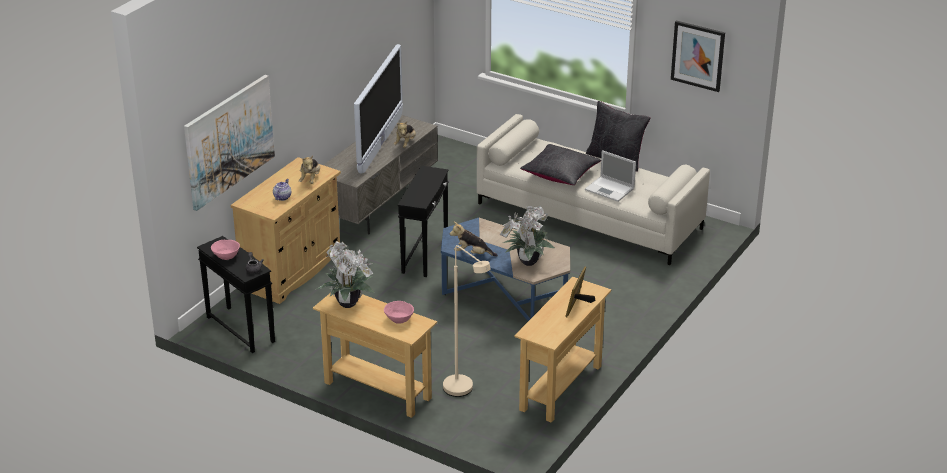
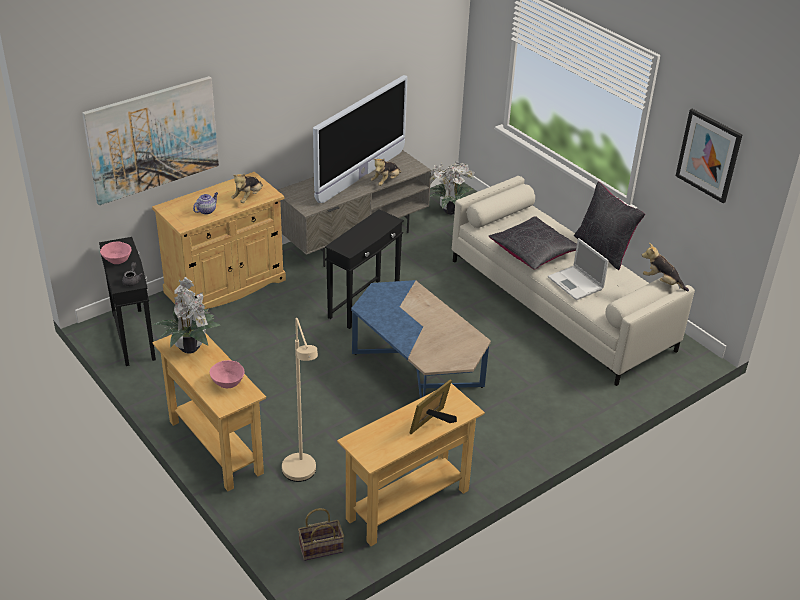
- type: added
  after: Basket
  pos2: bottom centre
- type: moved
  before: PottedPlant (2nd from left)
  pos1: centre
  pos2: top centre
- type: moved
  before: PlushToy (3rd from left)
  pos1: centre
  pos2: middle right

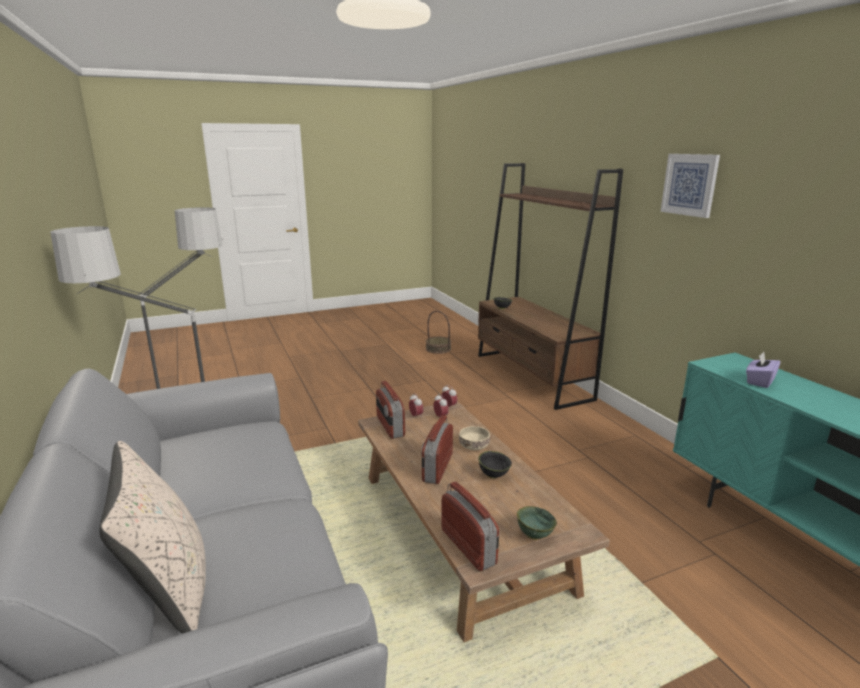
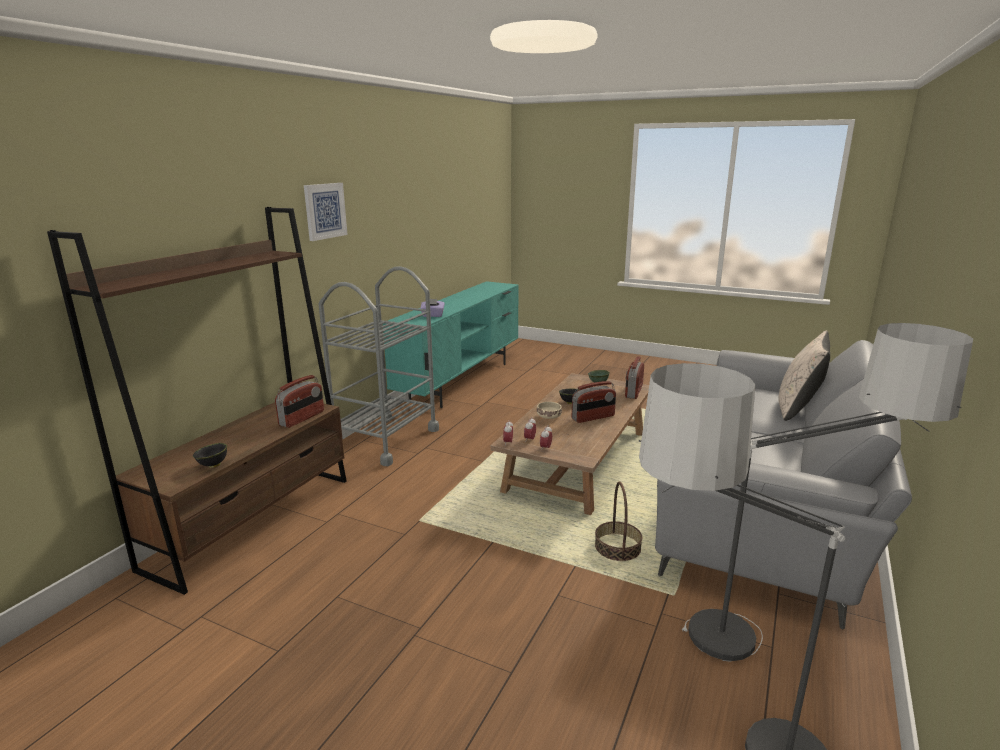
- type: moved
  before: Radio (1st from left)
  pos1: centre
  pos2: middle left
- type: added
  after: GreyCart
  pos2: centre
- type: moved
  before: Basket
  pos1: centre
  pos2: bottom centre

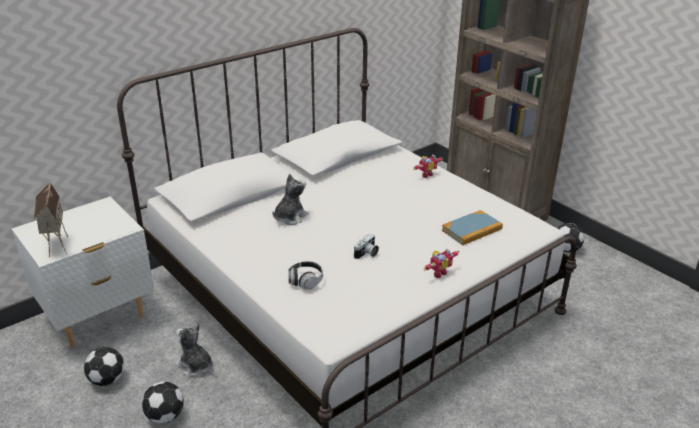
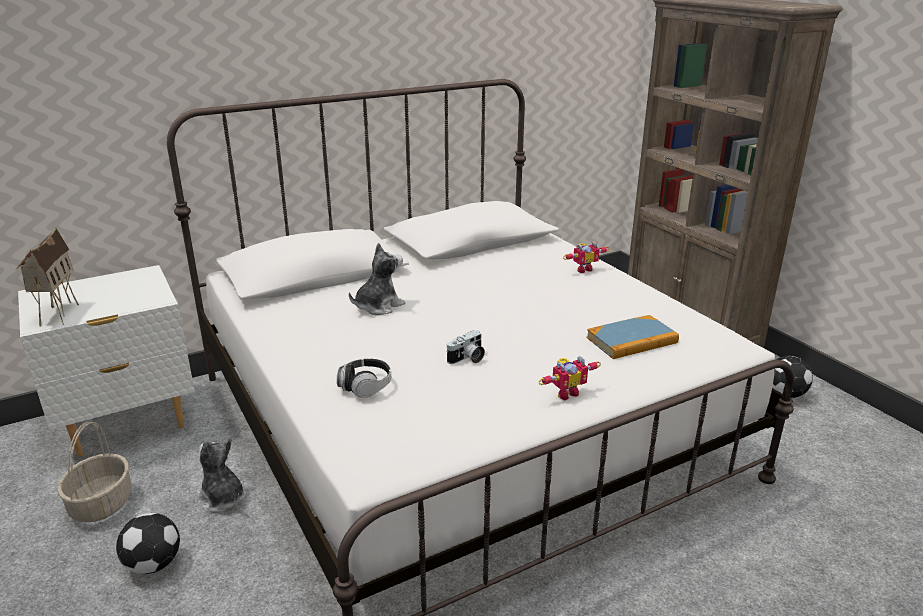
- type: replaced
  before: Football (1st from left)
  after: Basket
  pos1: bottom left
  pos2: bottom left

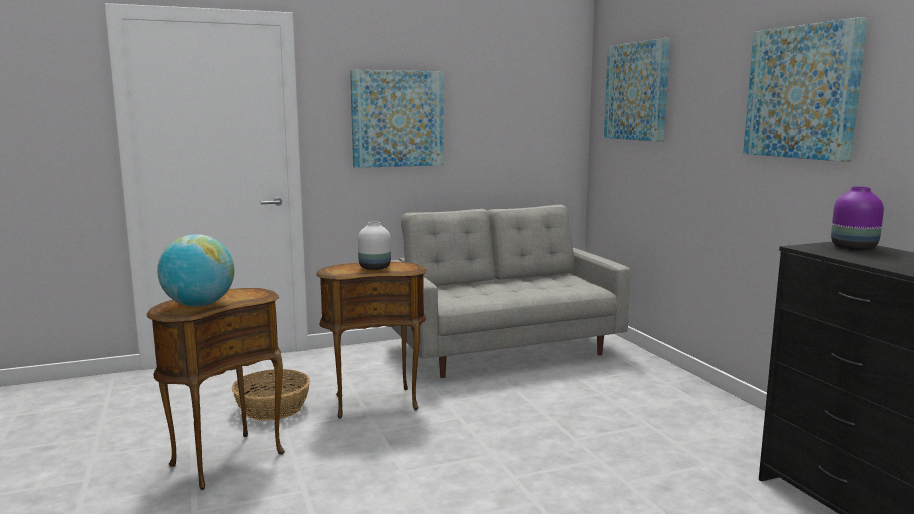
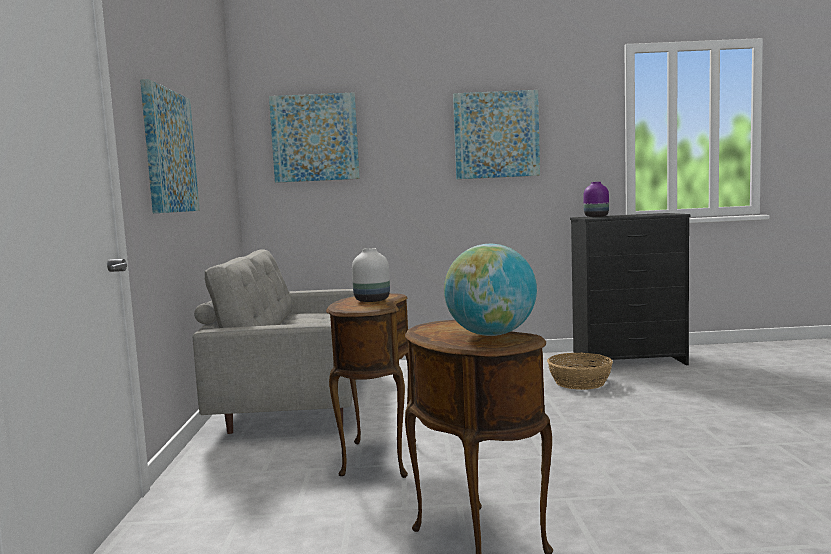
- type: moved
  before: Basket
  pos1: bottom left
  pos2: bottom right

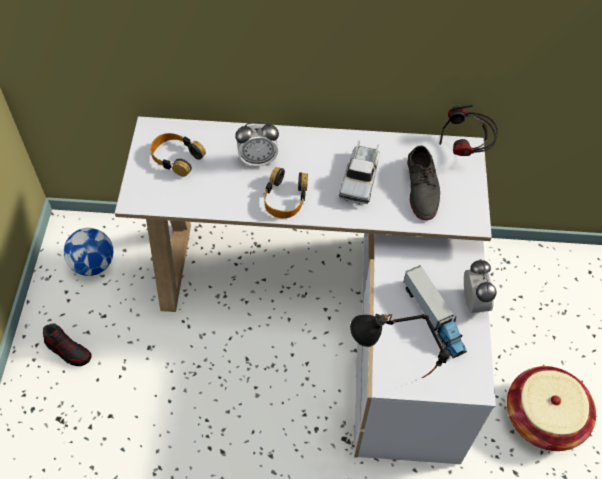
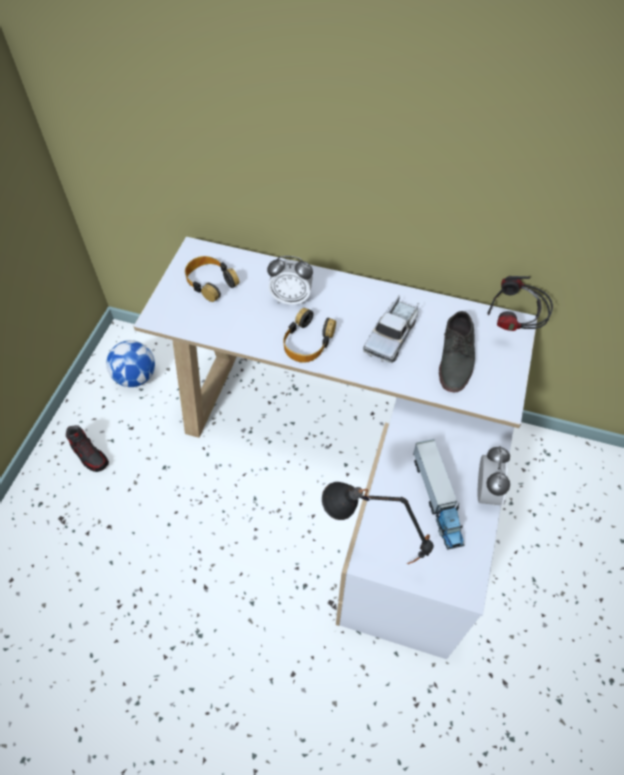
- type: removed
  before: Basket
  pos1: bottom right

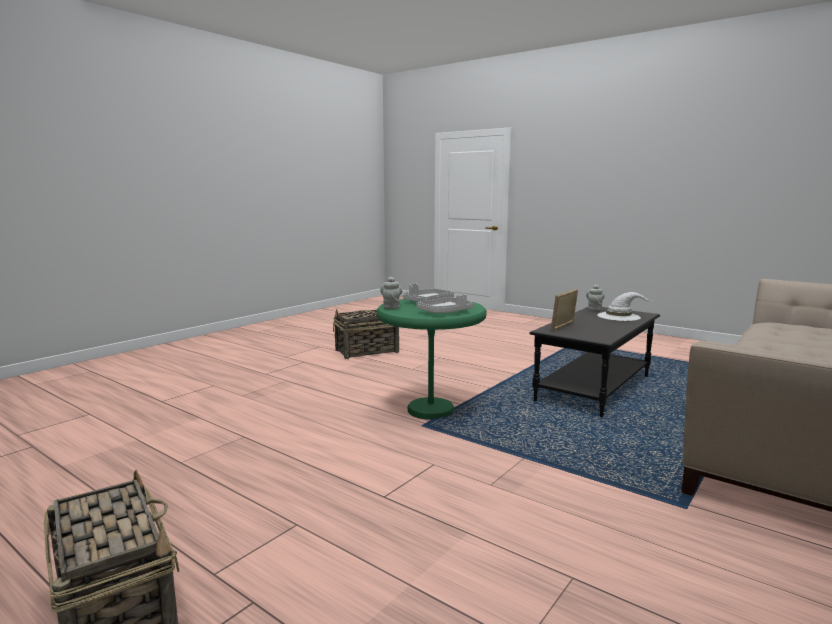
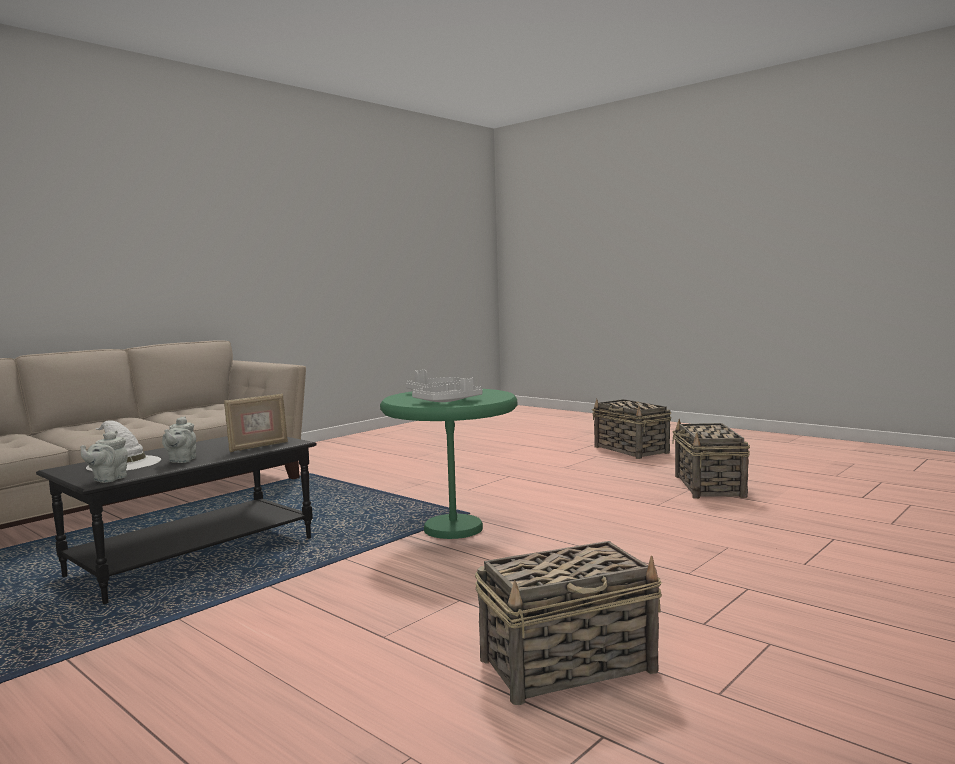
- type: moved
  before: GreyTeapot (1st from left in the first image)
  after: GreyTeapot (2nd from left)
  pos1: centre
  pos2: middle left
- type: added
  after: Basket (3rd from left)
  pos2: middle right

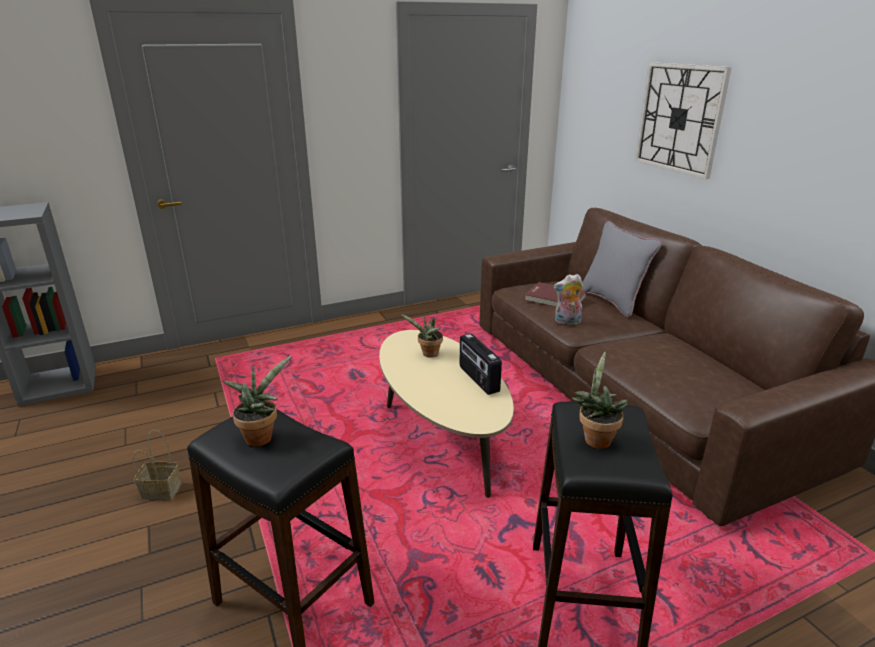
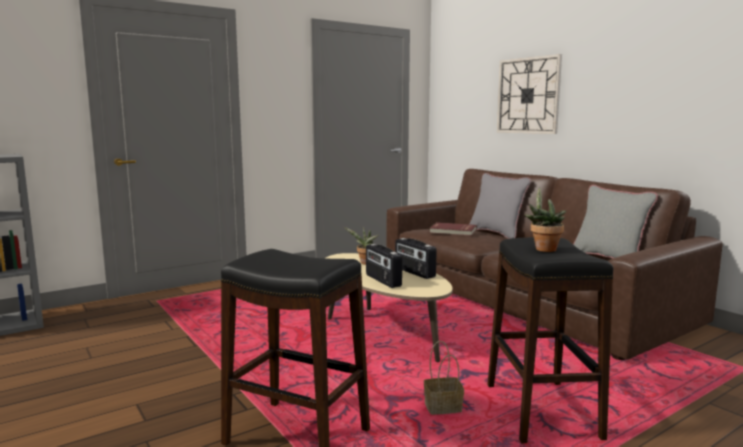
- type: added
  after: Radio (1st from left)
  pos2: centre
- type: moved
  before: Basket
  pos1: bottom left
  pos2: bottom centre
- type: added
  after: GreyPillow (2nd from left)
  pos2: middle right
- type: removed
  before: PottedPlant (1st from left)
  pos1: middle left
- type: removed
  before: PlushToy
  pos1: centre

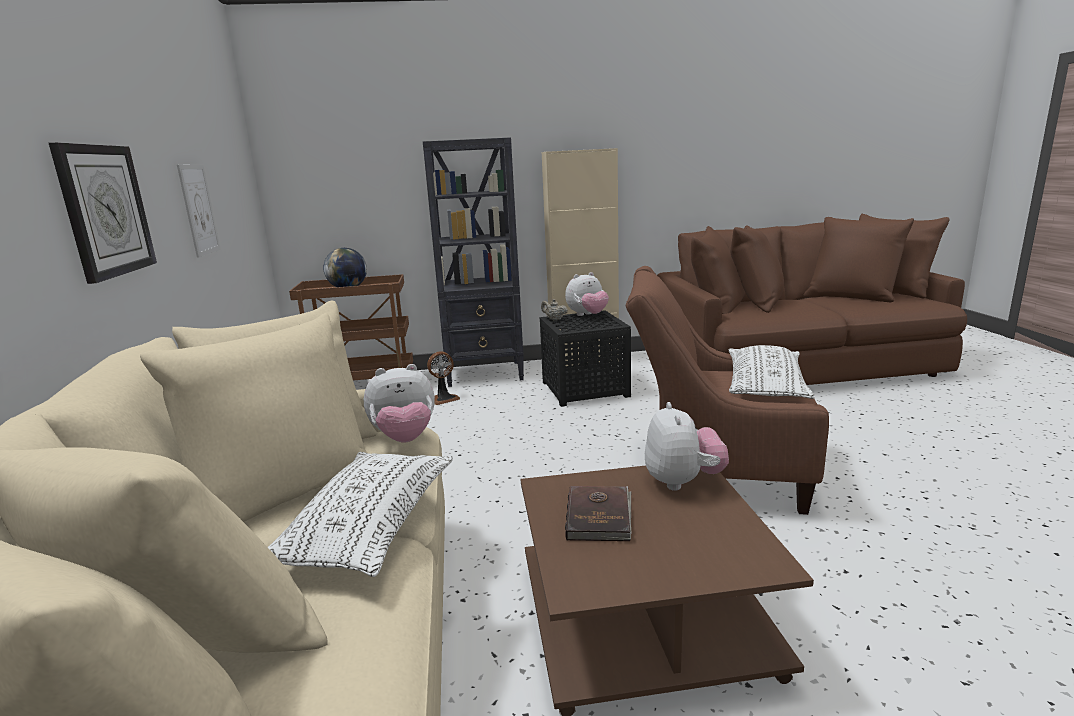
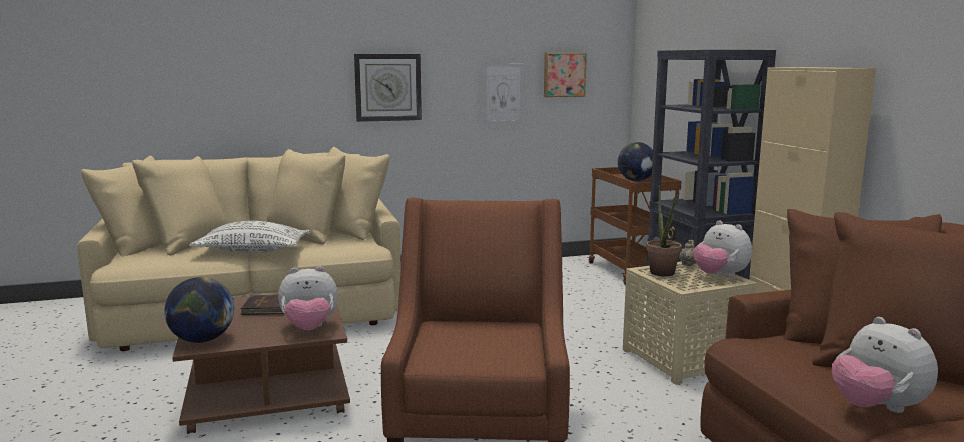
- type: added
  after: Globe (1st from left)
  pos2: bottom left
- type: added
  after: Picture (2nd from left)
  pos2: top centre
- type: recoloured
  before: BlackSideTable
  after: BeigeSideTable
  pos1: centre
  pos2: bottom right
- type: added
  after: PottedPlant
  pos2: middle right
- type: moved
  before: PlushToy (1st from left in the first image)
  after: PlushToy (3rd from left)
  pos1: centre
  pos2: bottom right
- type: removed
  before: Fan
  pos1: centre
- type: removed
  before: WhitePillow (2nd from left)
  pos1: middle right

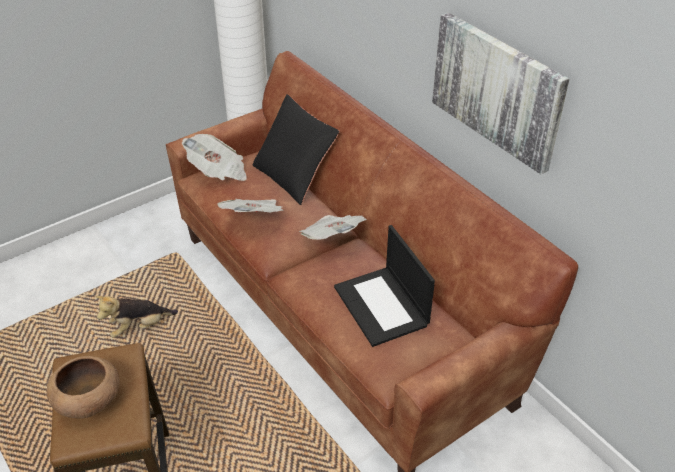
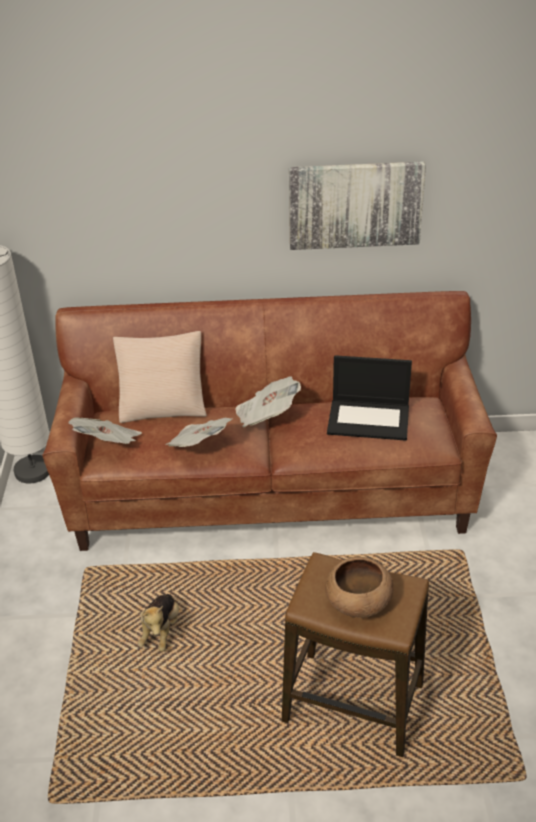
- type: recoloured
  before: BlackPillow
  after: BeigePillow
  pos1: top centre
  pos2: middle left

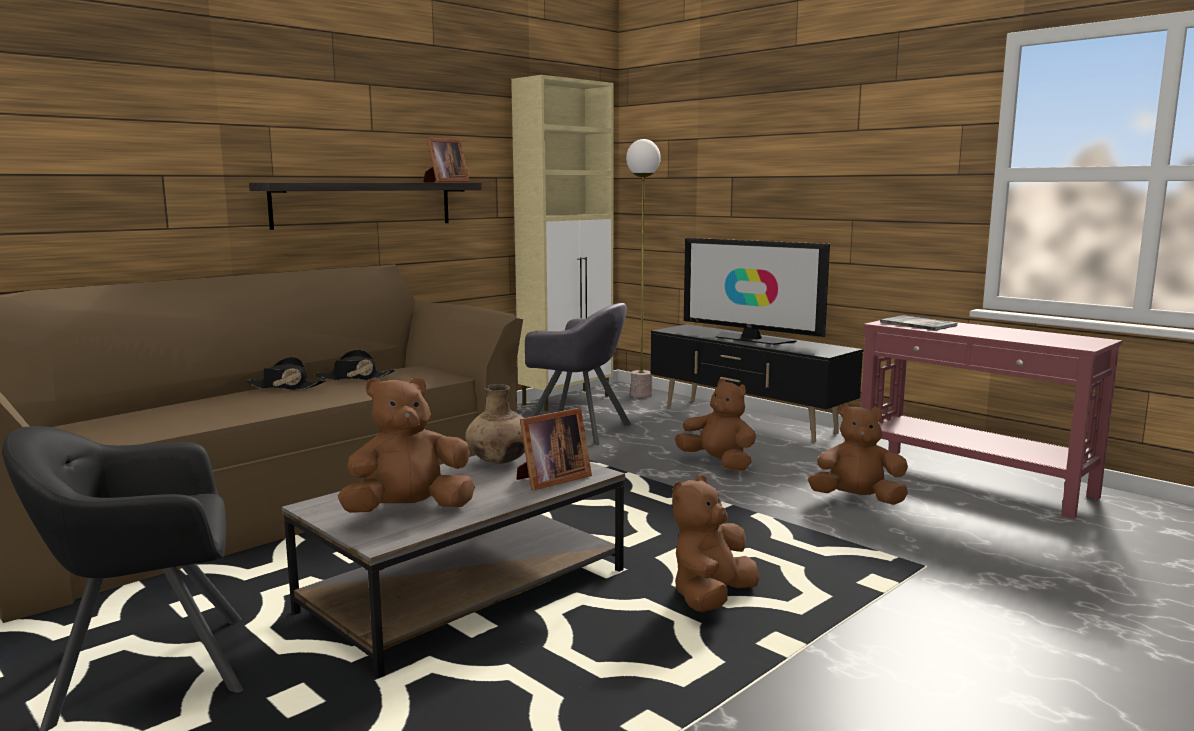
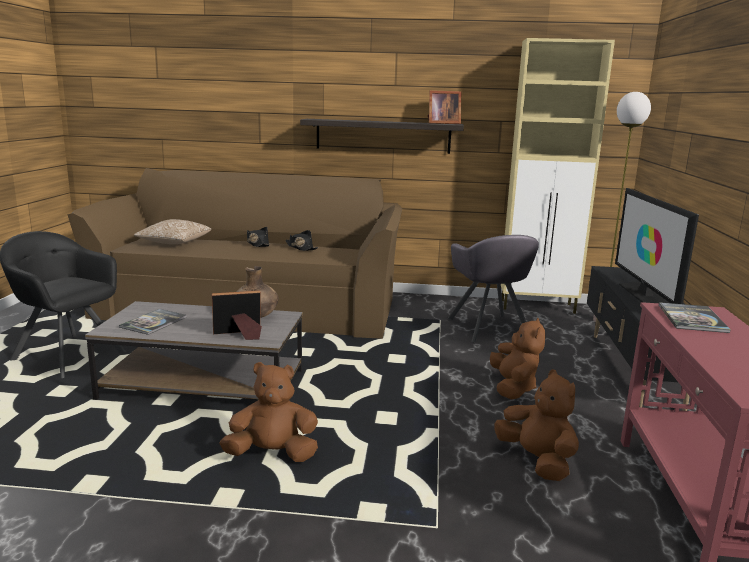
- type: replaced
  before: BrownPlushToy (1st from left)
  after: Book (1st from left)
  pos1: centre
  pos2: middle left
- type: added
  after: Pillow
  pos2: middle left
- type: turned
  before: PictureFrame (2nd from left in the first image)
  pos1: centre
  pos2: middle left
  turn: 150

